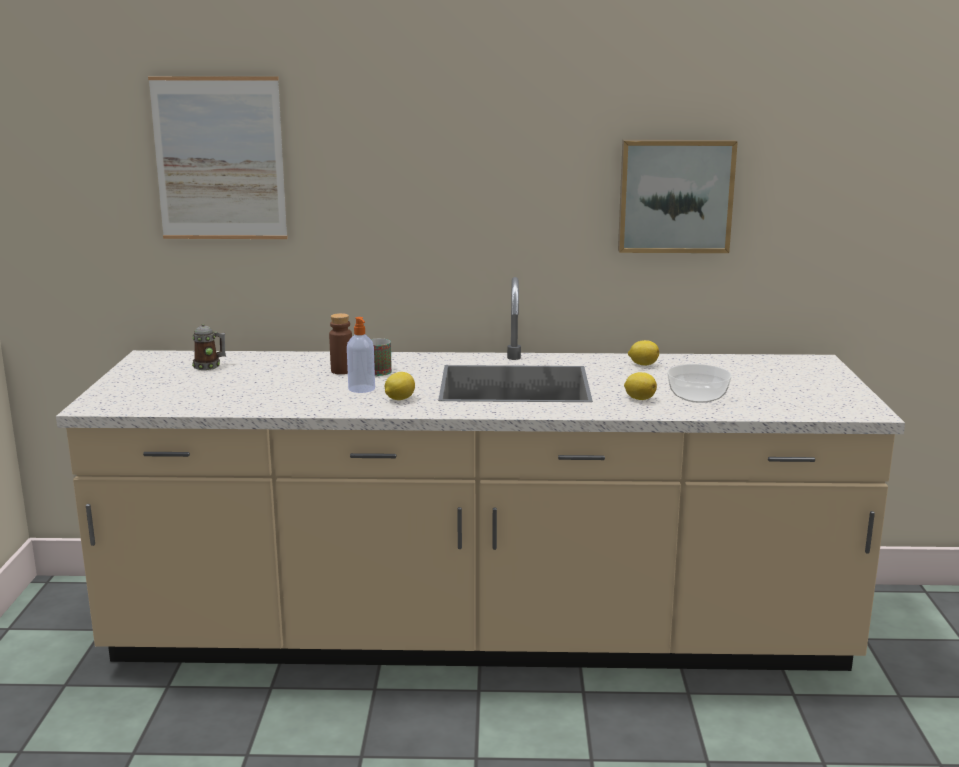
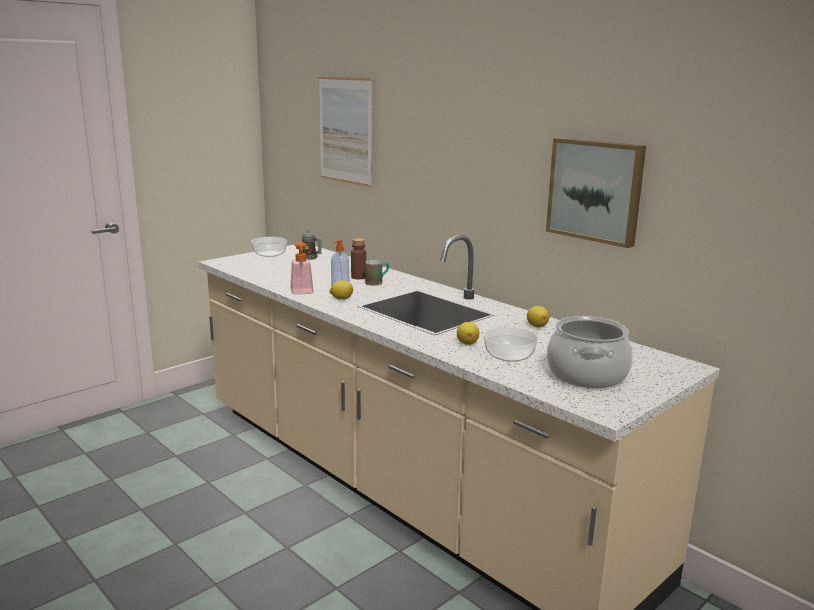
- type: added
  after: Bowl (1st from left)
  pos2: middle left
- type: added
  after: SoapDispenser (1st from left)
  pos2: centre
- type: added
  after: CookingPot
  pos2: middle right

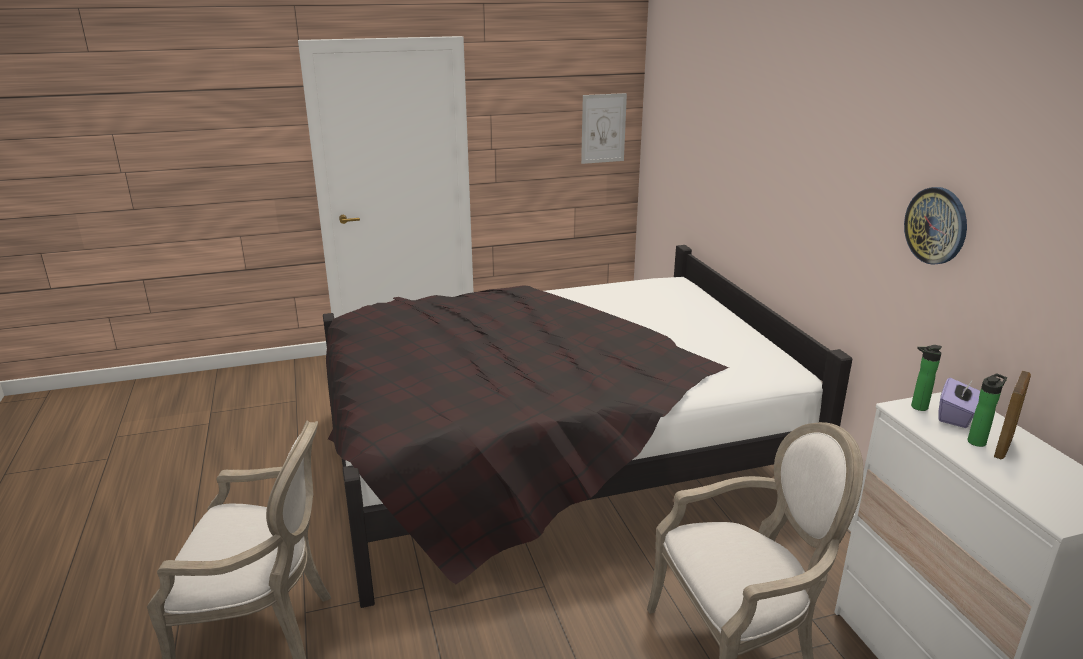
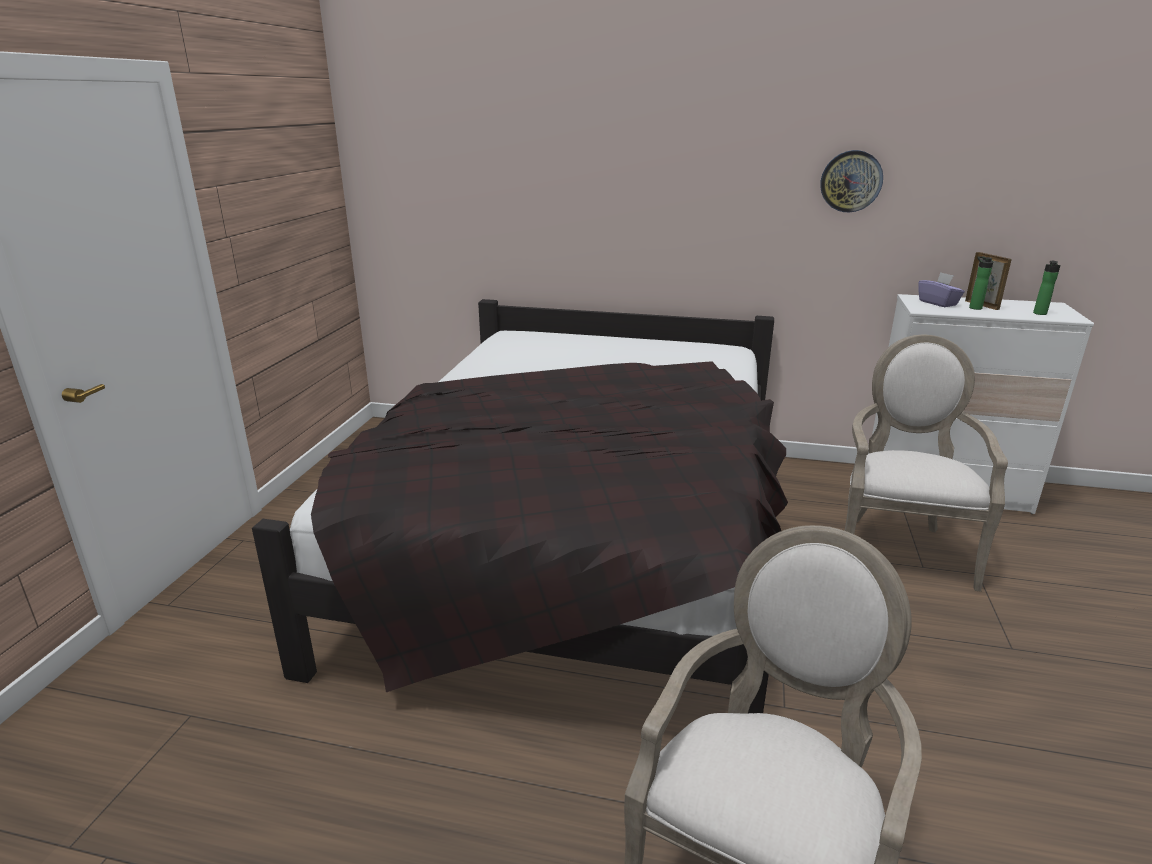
- type: moved
  before: Bottle (1st from left in the first image)
  after: Bottle (2nd from left)
  pos1: middle right
  pos2: top right
- type: removed
  before: Picture
  pos1: top centre

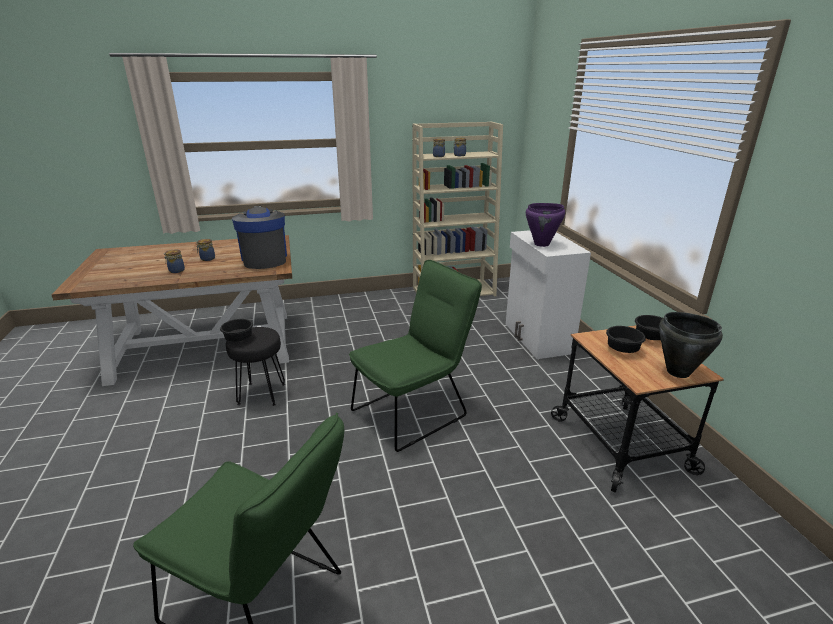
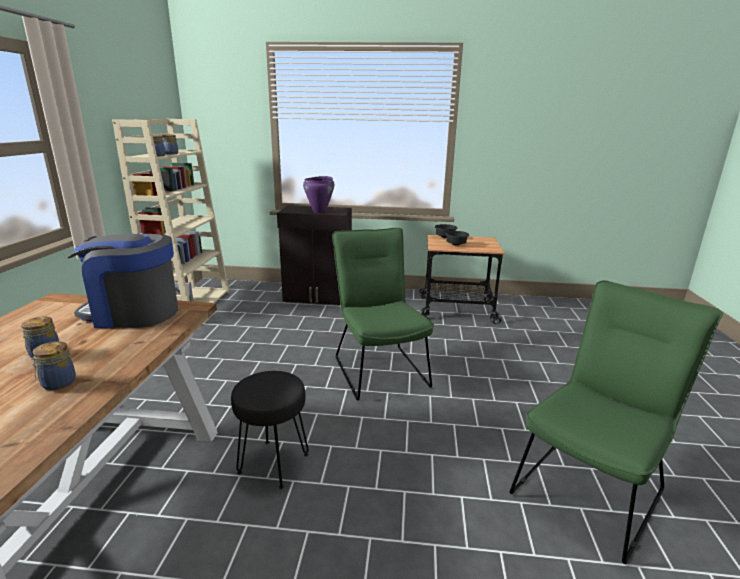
- type: recoloured
  before: WhiteCabinet
  after: BlackCabinet
  pos1: centre
  pos2: centre
- type: removed
  before: BlackBowl (1st from left)
  pos1: middle left
- type: removed
  before: BlackCookingPot
  pos1: middle right

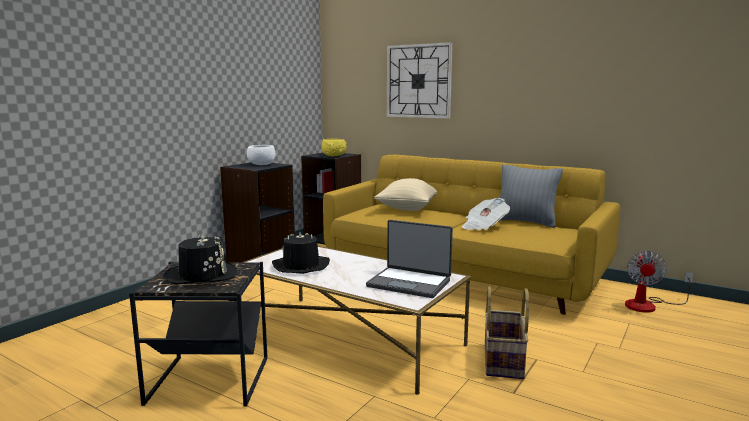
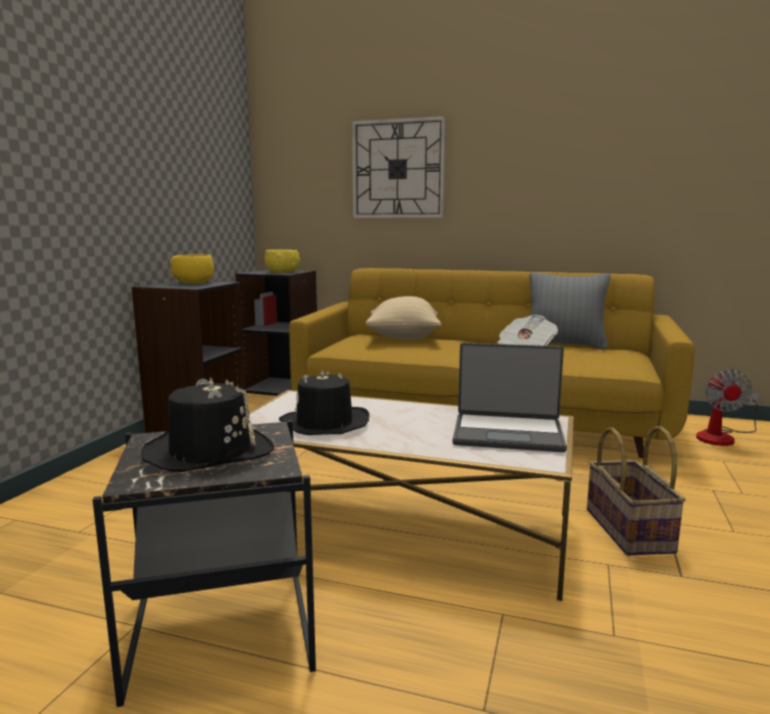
- type: recoloured
  before: WhiteBowl
  after: YellowBowl (1st from left)
  pos1: centre
  pos2: middle left

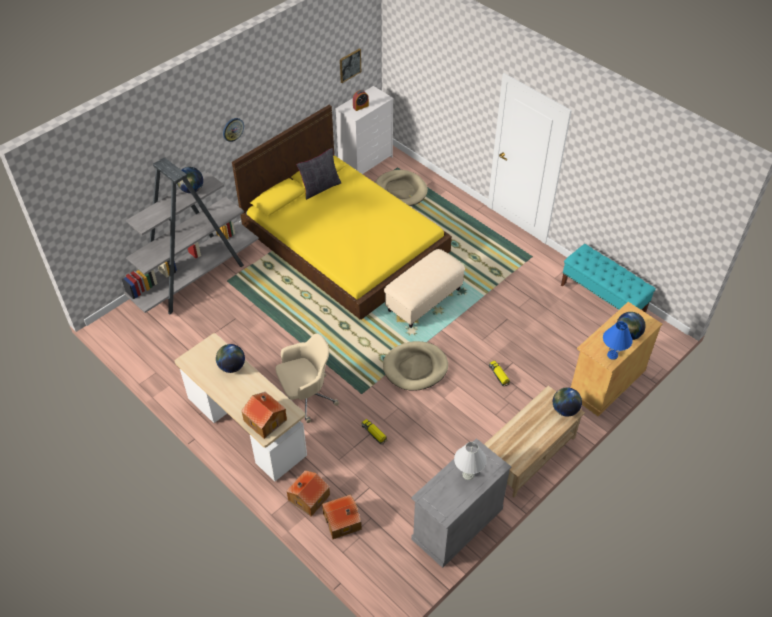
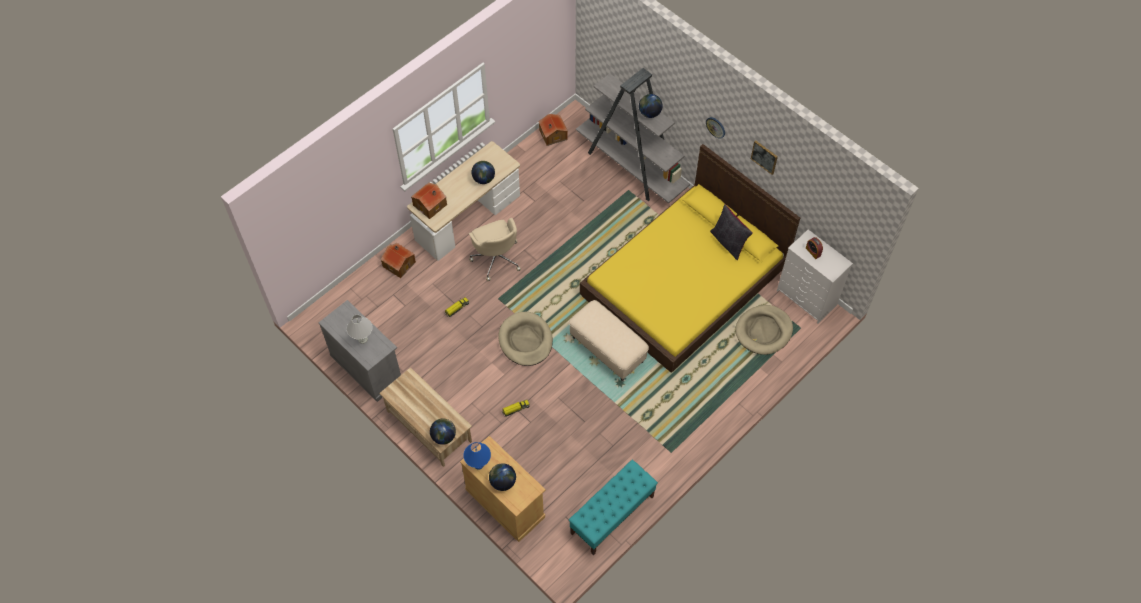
- type: moved
  before: ToyHouse (3rd from left)
  pos1: bottom centre
  pos2: top centre
- type: moved
  before: Picture
  pos1: top centre
  pos2: top right

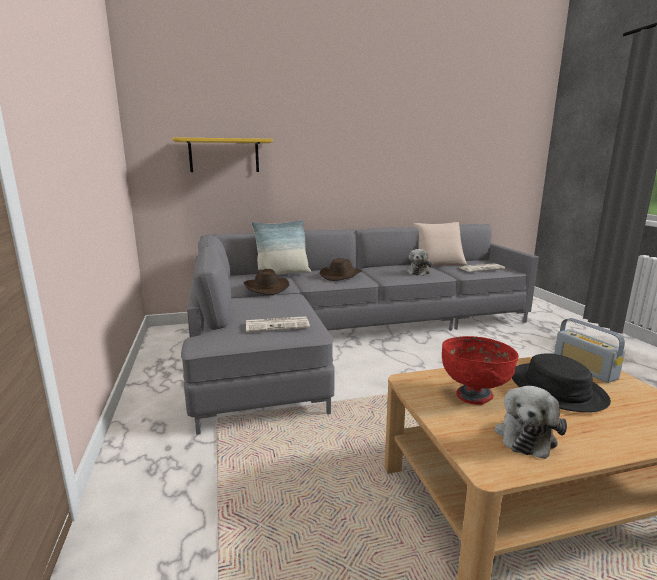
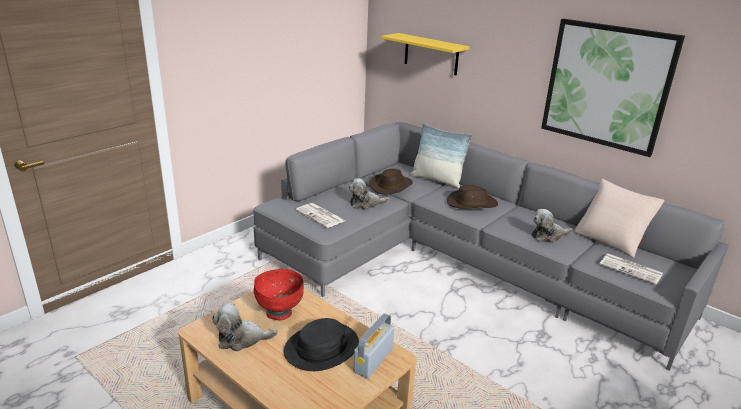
- type: added
  after: PlushToy (2nd from left)
  pos2: centre
- type: added
  after: Picture
  pos2: top right

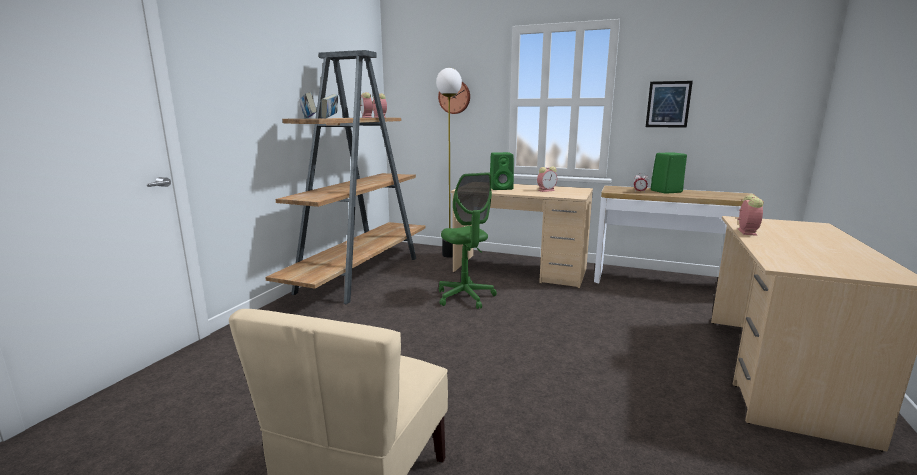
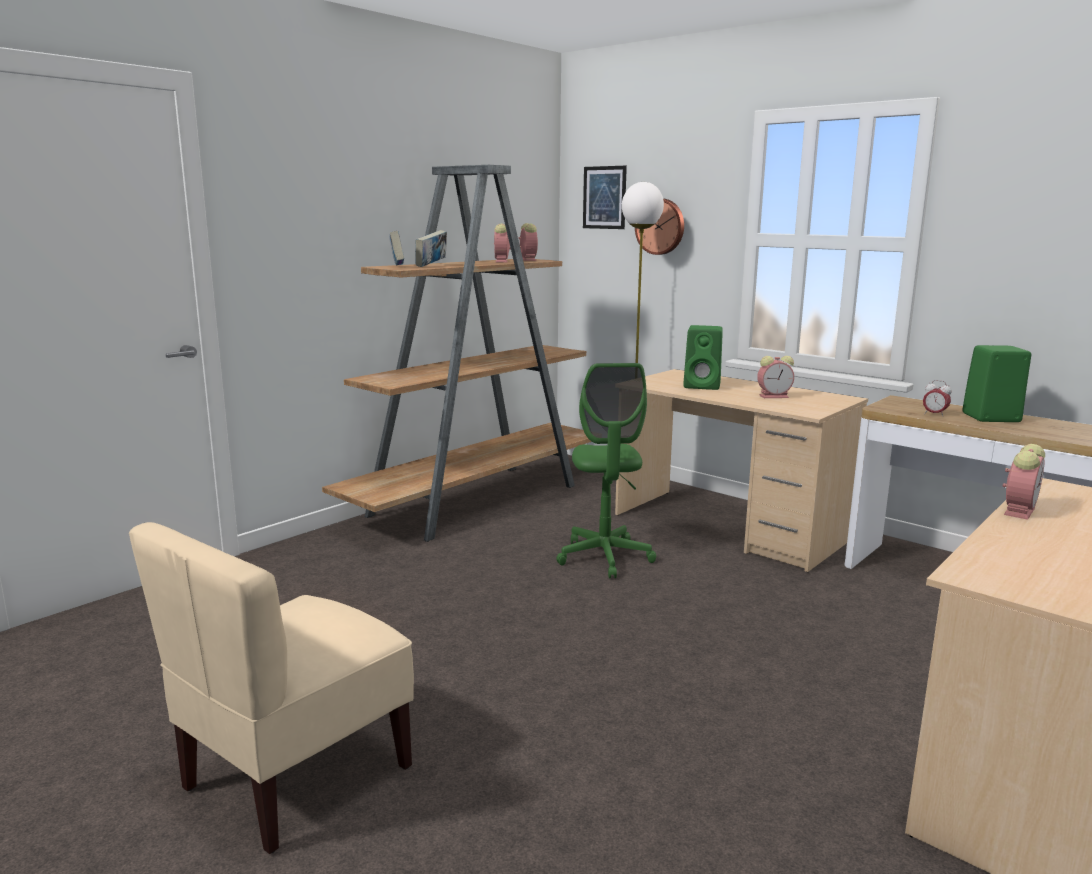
- type: moved
  before: Picture
  pos1: top right
  pos2: top centre

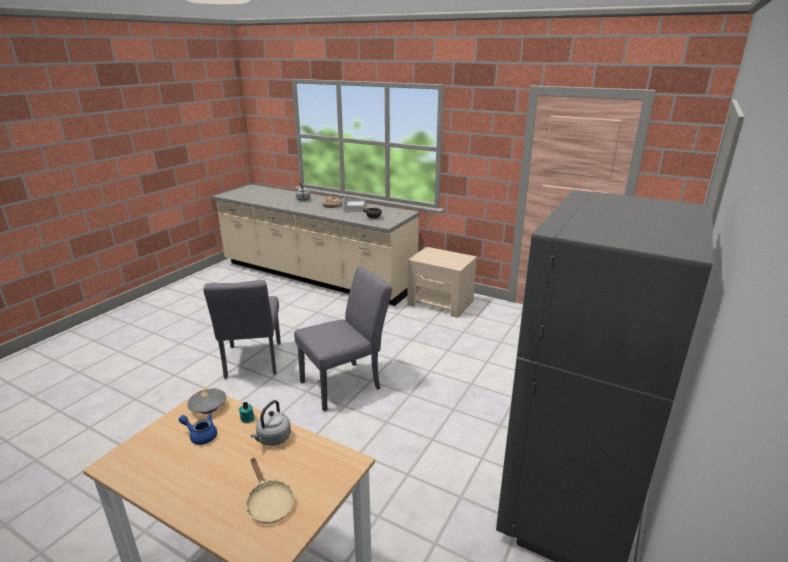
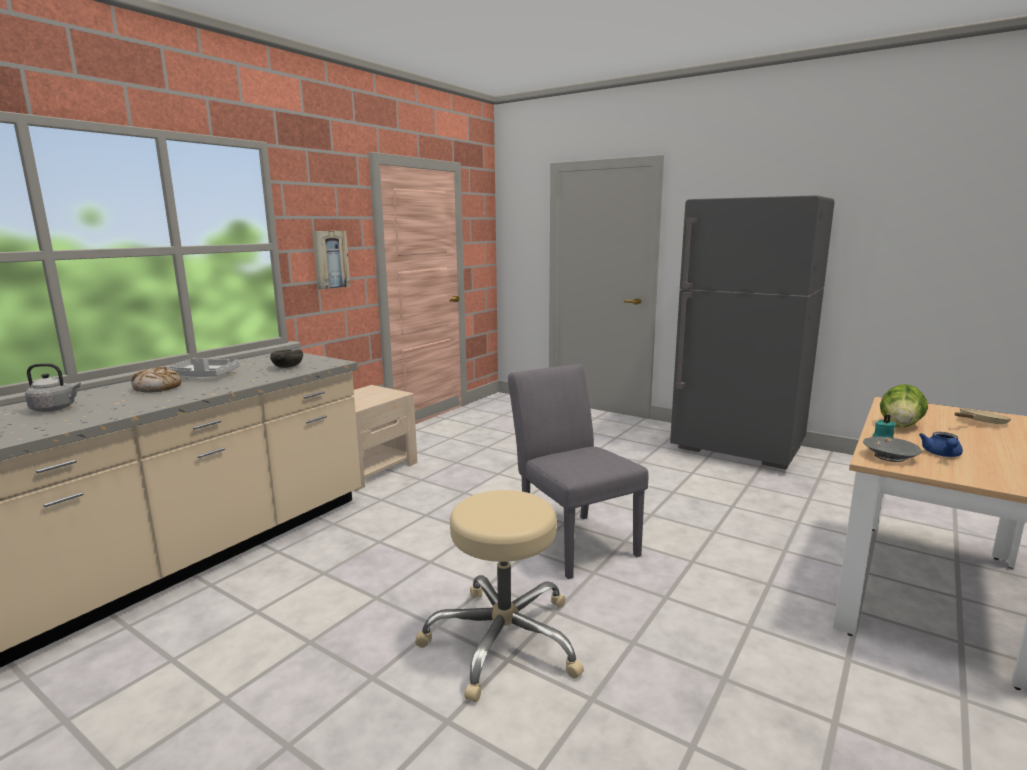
- type: added
  after: Picture
  pos2: middle left
- type: replaced
  before: GreyChair (1st from left)
  after: BeigeStool
  pos1: middle left
  pos2: bottom centre
- type: replaced
  before: GreyKettle (1st from left)
  after: Lettuce
  pos1: bottom centre
  pos2: middle right

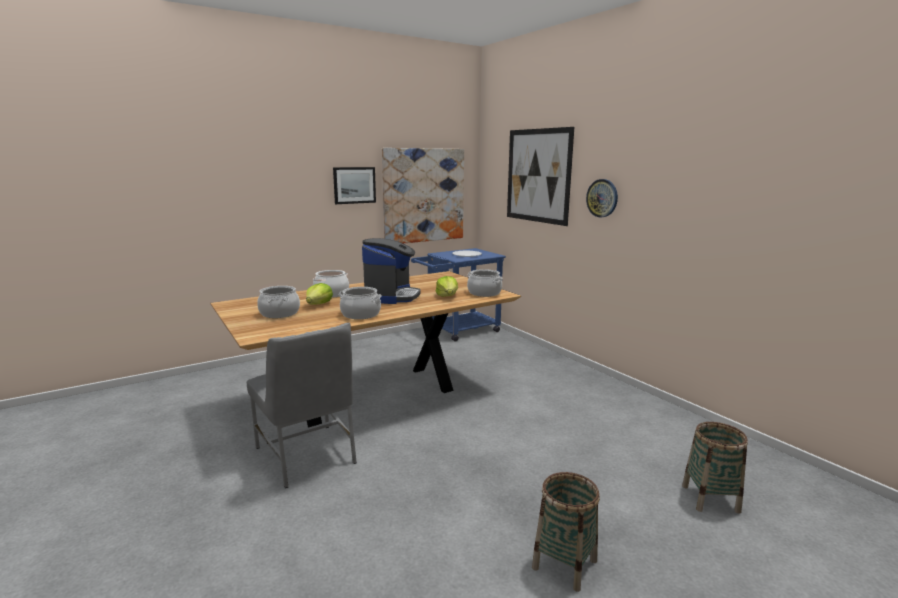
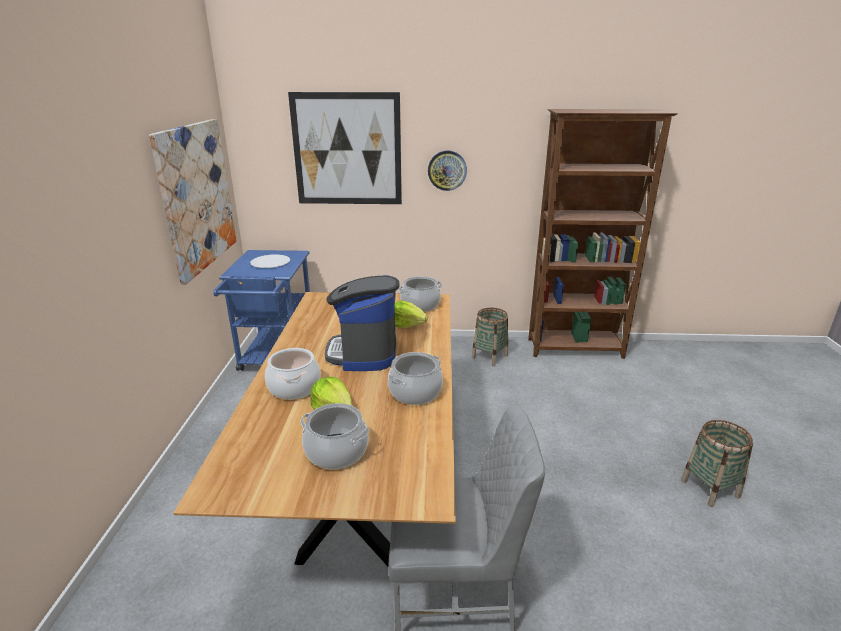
- type: turned
  before: CoffeeMachine
  pos1: centre
  pos2: centre
  turn: -135
- type: moved
  before: Basket (2nd from left in the first image)
  after: Basket (1st from left)
  pos1: bottom right
  pos2: centre
- type: added
  after: BrownBookcase
  pos2: middle right
- type: removed
  before: Picture (1st from left)
  pos1: top centre

